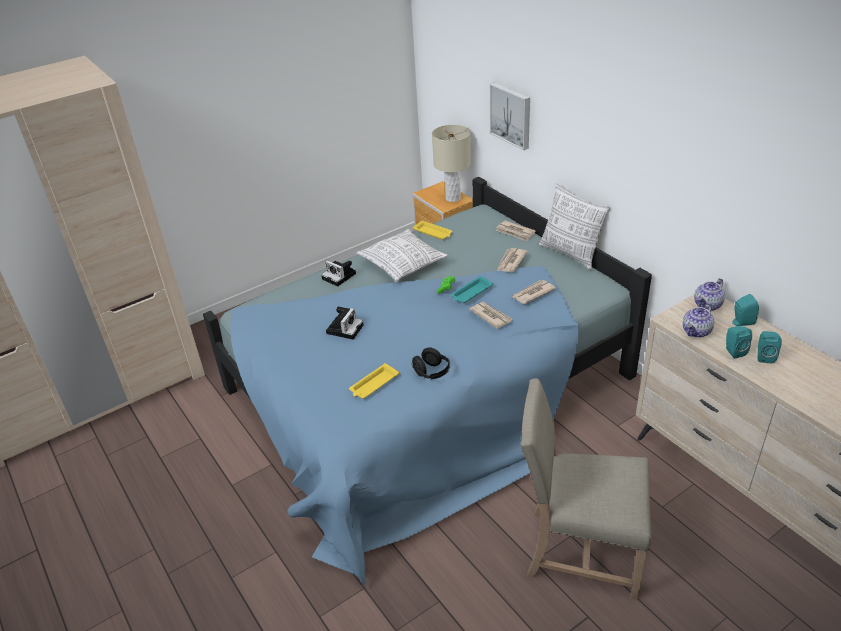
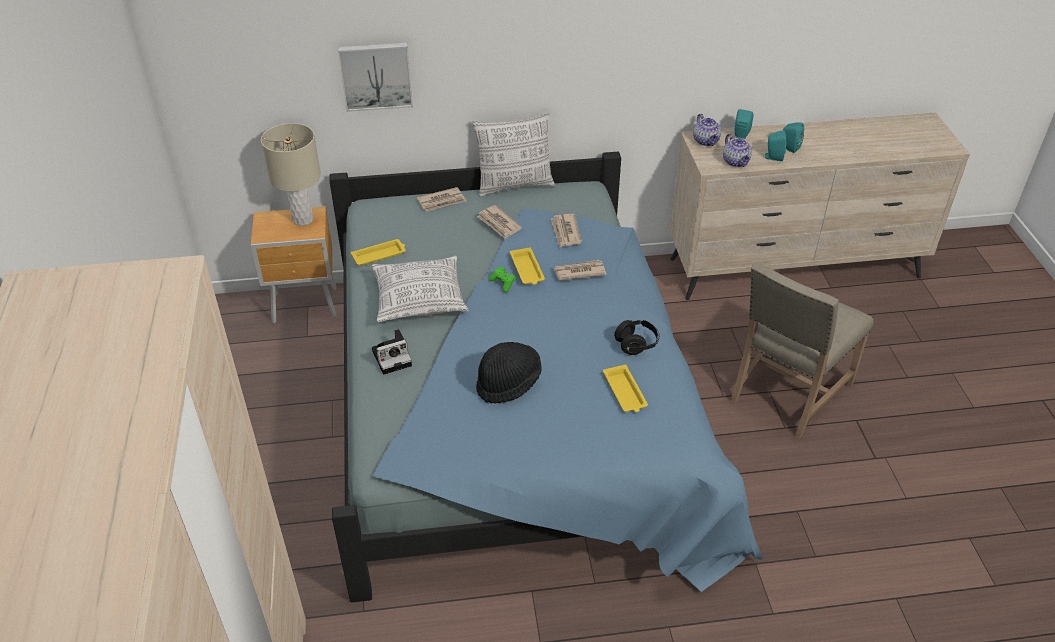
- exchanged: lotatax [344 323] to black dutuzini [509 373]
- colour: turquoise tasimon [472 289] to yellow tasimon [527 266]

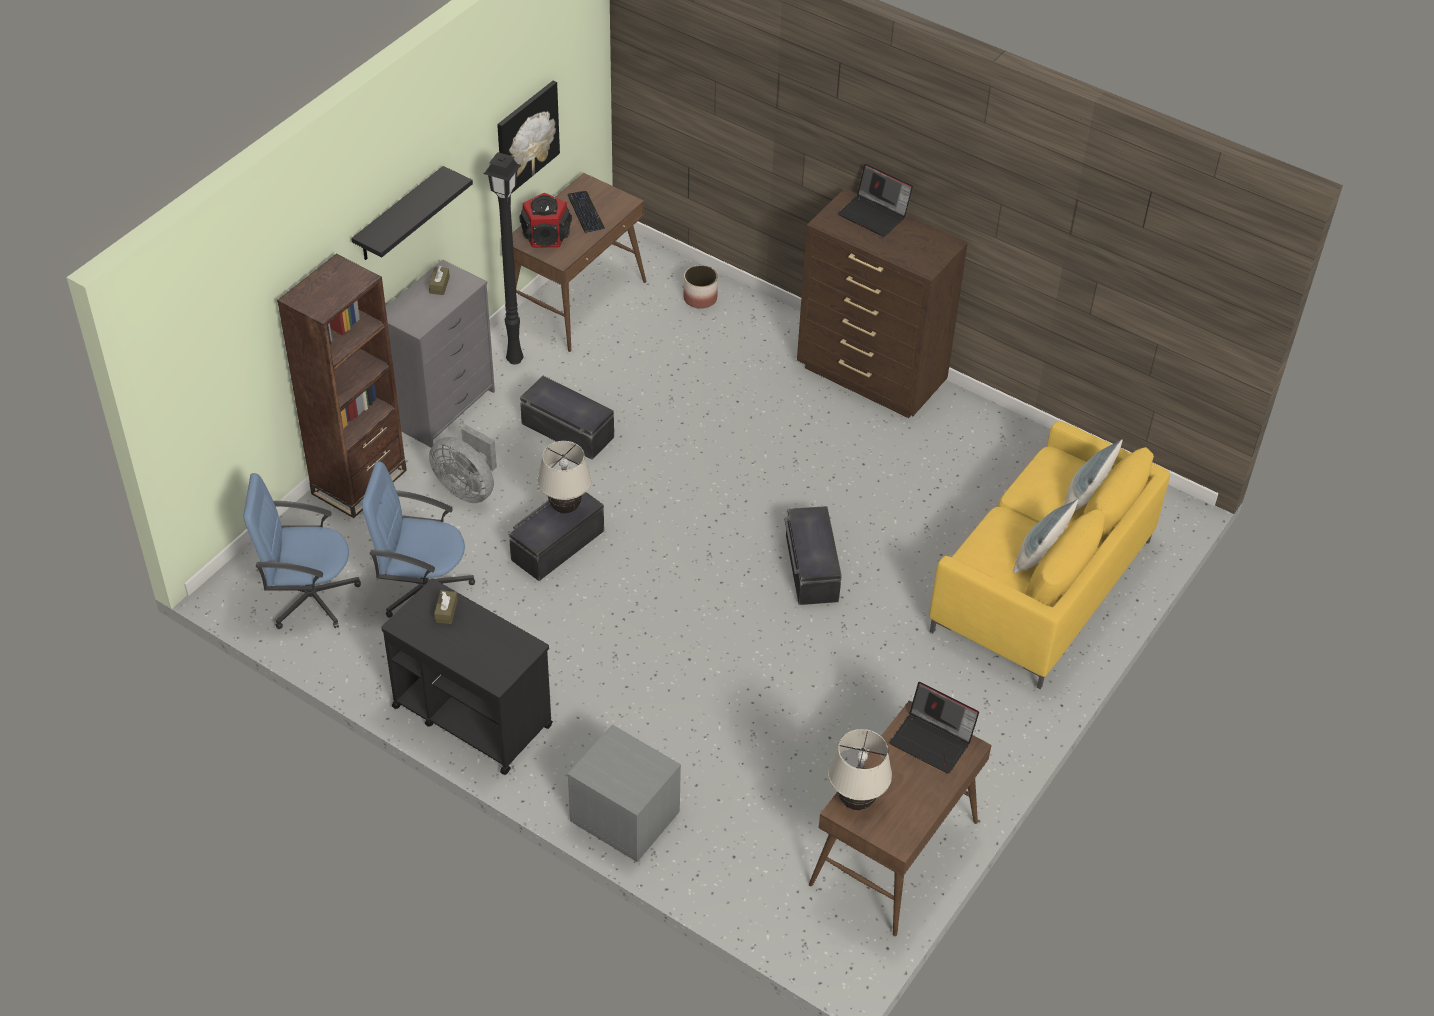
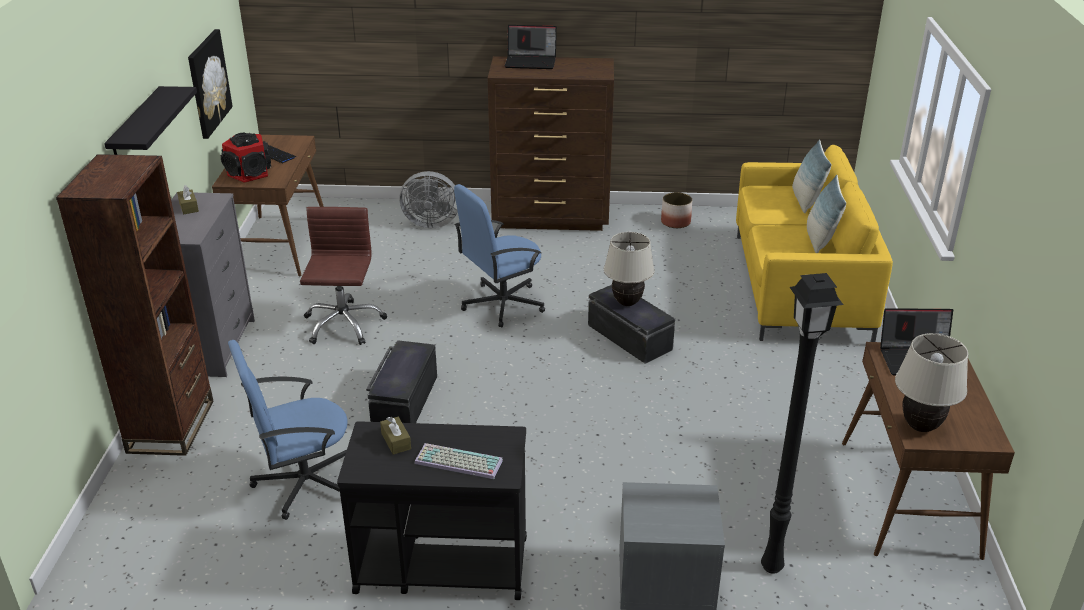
- exchanged: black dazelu [567 417] to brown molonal [343 276]
- relocated: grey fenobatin [463 464] to [429 199]
- appeared: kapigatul [458 461]
- relocated: blue molonal [302 551] to [499 256]
- relocated: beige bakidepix [564 477] to [629 269]
- relocated: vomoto [701 287] to [676 210]
- relocated: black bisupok [503 258] to [802 423]

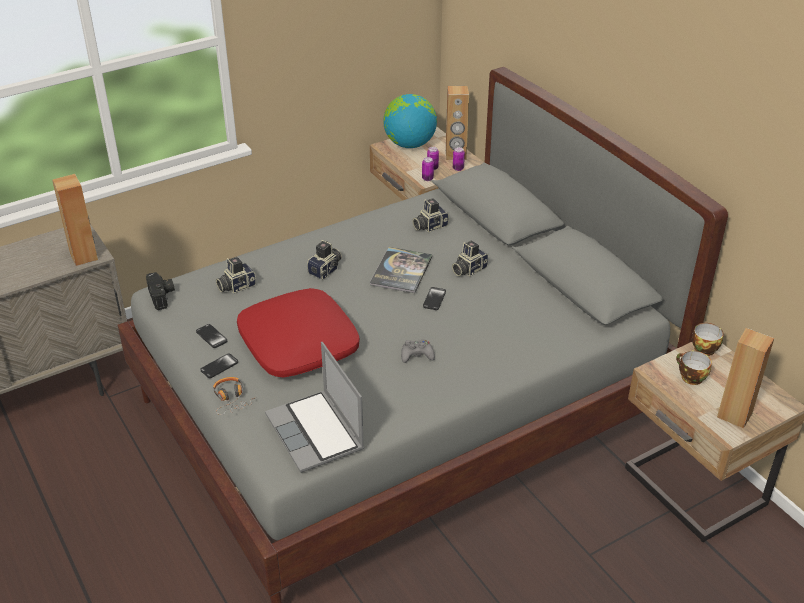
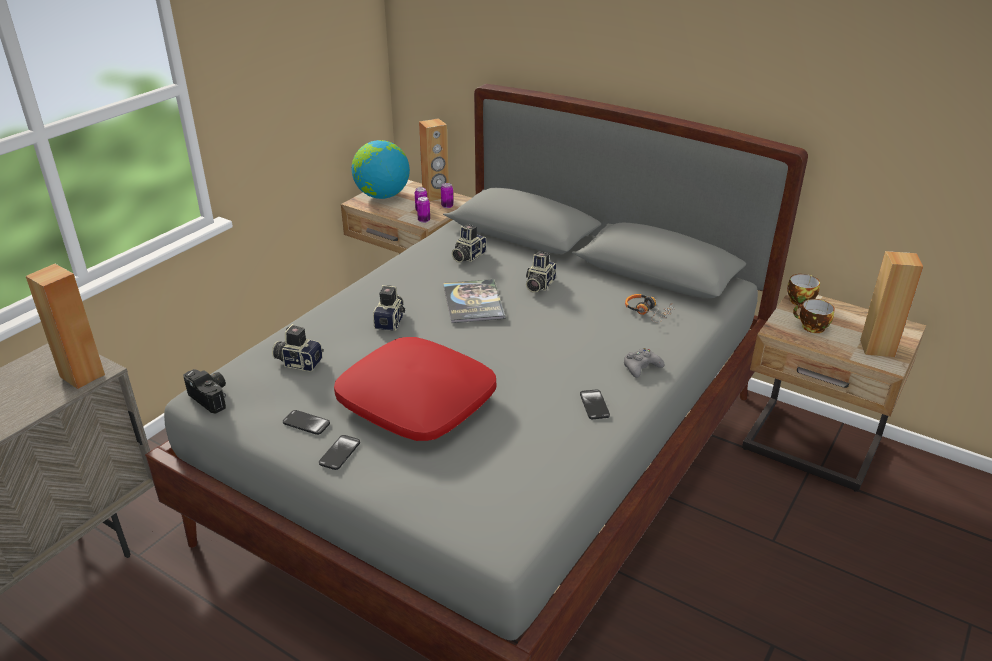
- spun: lotatax [236 275] = [298 348] 75 degrees clockwise
- relocated: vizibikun [434 298] to [595 404]
- relocated: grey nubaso [418 351] to [644 363]
- relocated: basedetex [234 396] to [650 308]
- missing: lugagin [314 407]

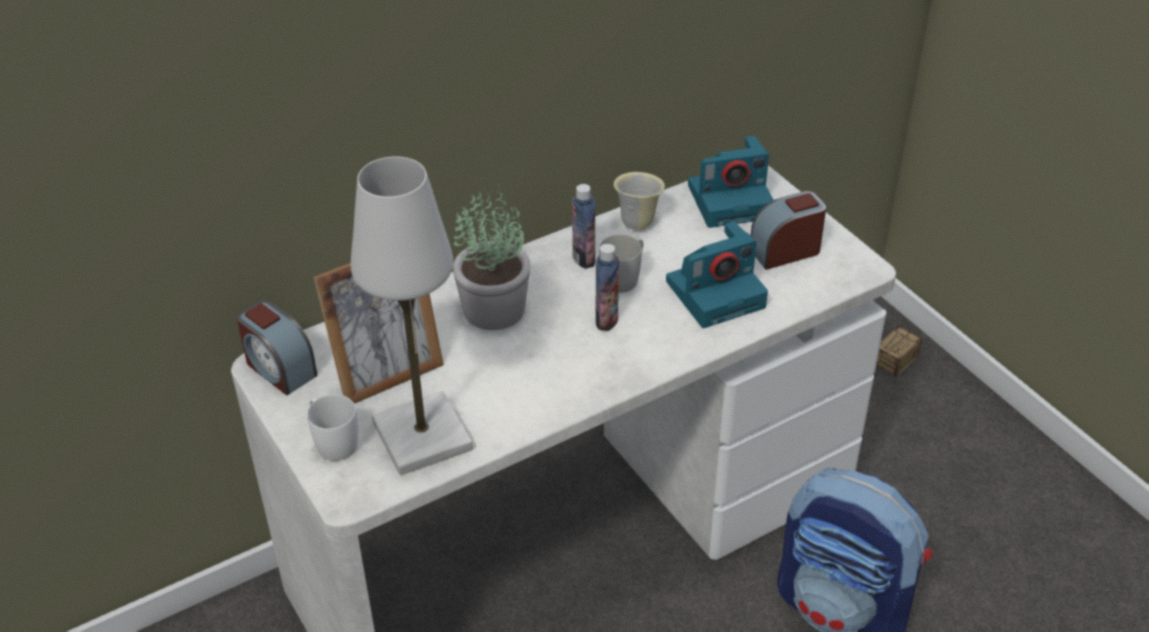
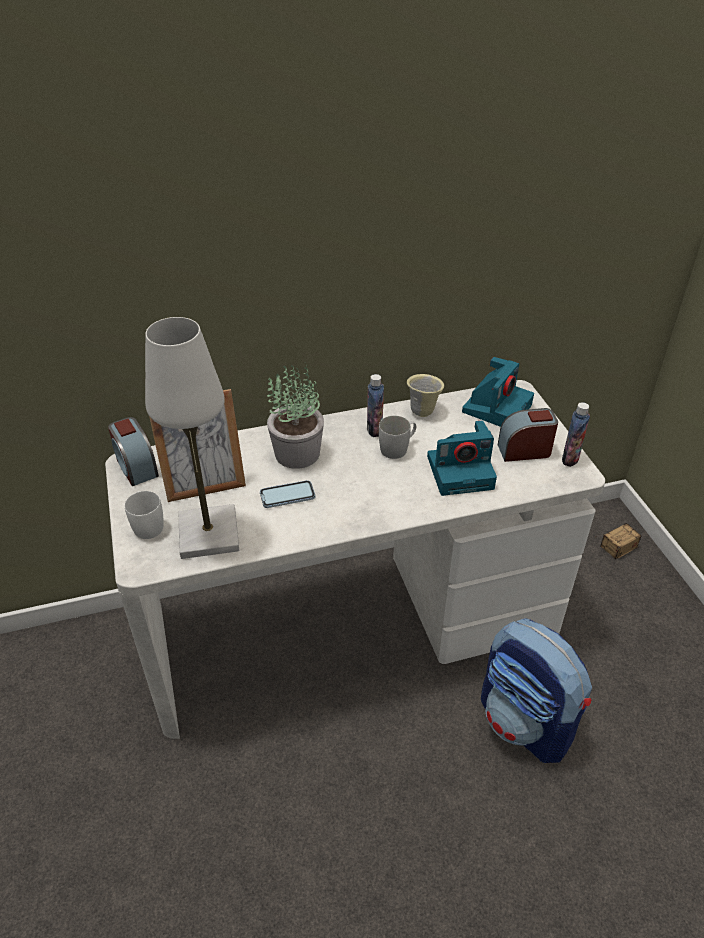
- appeared: vizibikun [287 494]
- spun: lotatax [731 182] = [498 392] 60 degrees counterclockwise
- relocated: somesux [607 287] to [576 434]

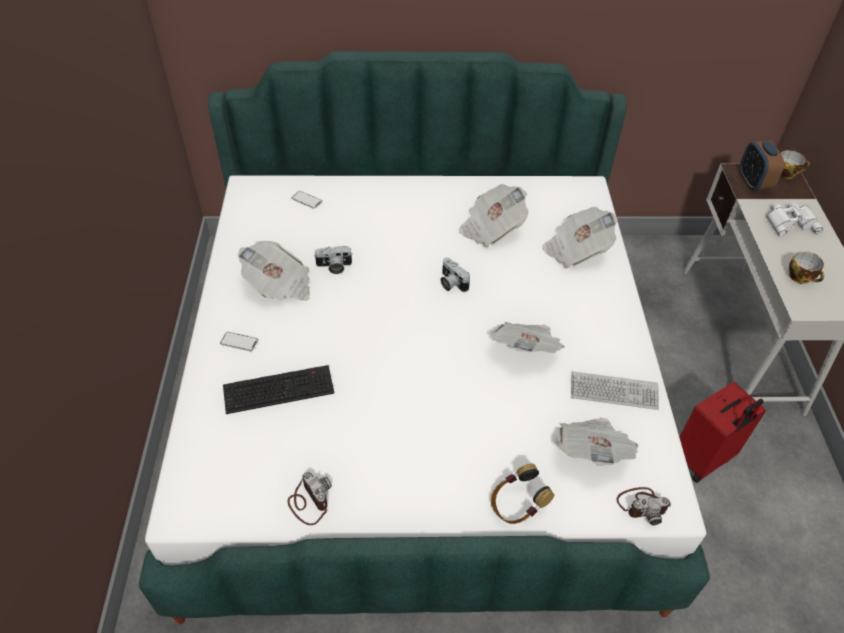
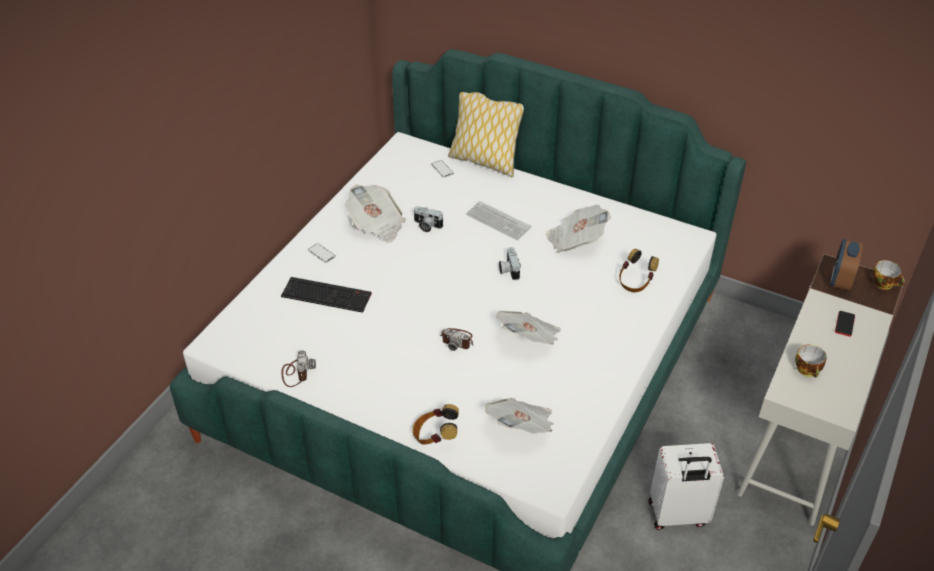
- relocated: lotatax [644 506] to [456 339]
- appeared: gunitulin [486 134]
- relocated: kapigatul [615 390] to [498 220]
- exchanged: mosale [580 237] to basedetex [639 270]
- colour: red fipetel [722 432] to white fipetel [686 486]
- exchanged: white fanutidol [794 219] to vizibikun [845 324]

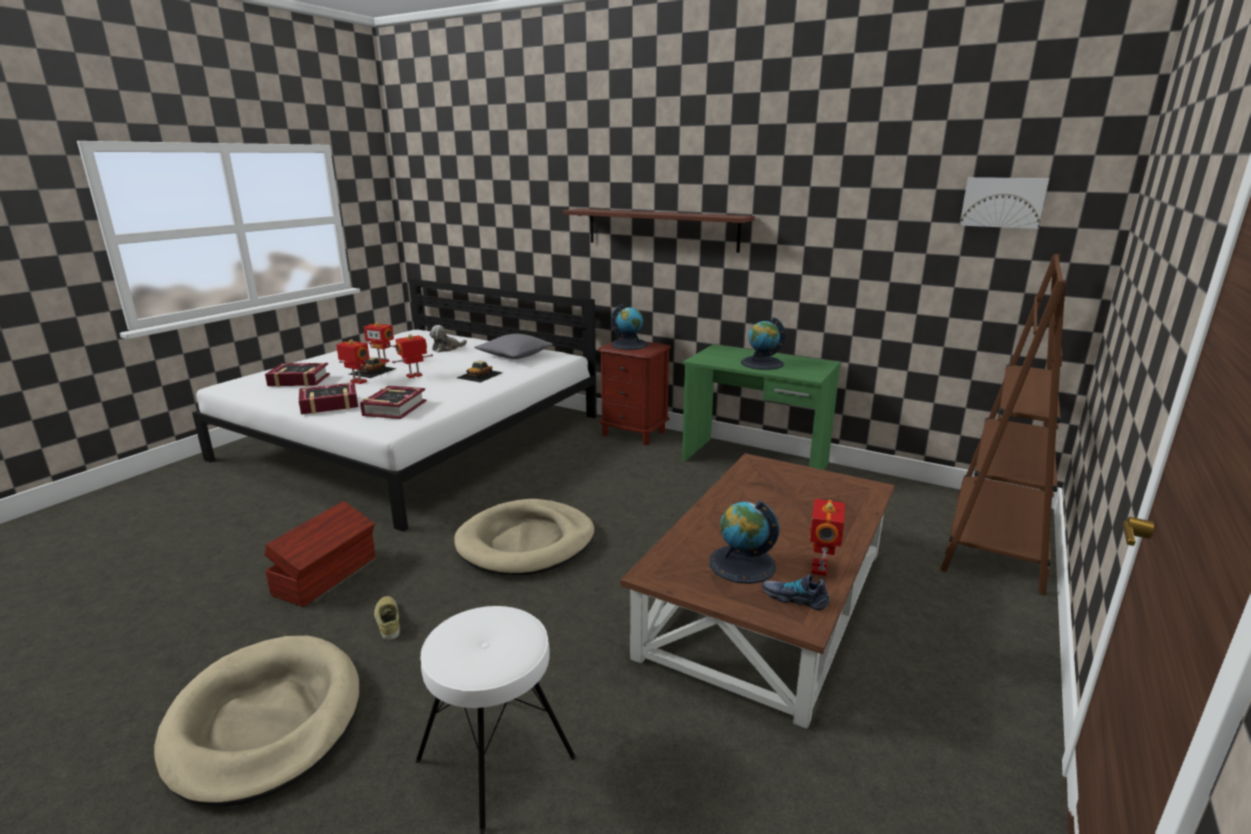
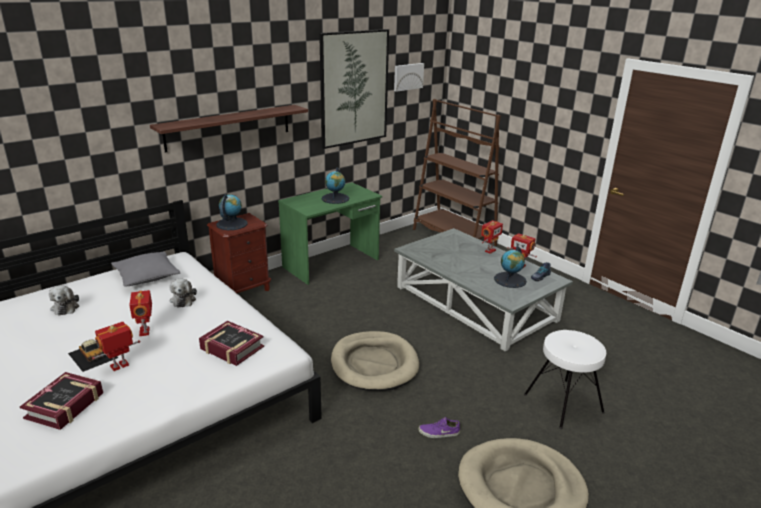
- exchanged: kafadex [480 372] to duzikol [183 293]
- appeared: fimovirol [354 89]
- colour: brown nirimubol [757 591] to grey nirimubol [483 290]
- colour: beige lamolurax [387 618] to purple lamolurax [439 427]
- relocated: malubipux [380 342] to [492 237]
- missing: brown dazelu [320 554]
- missing: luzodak [328 398]

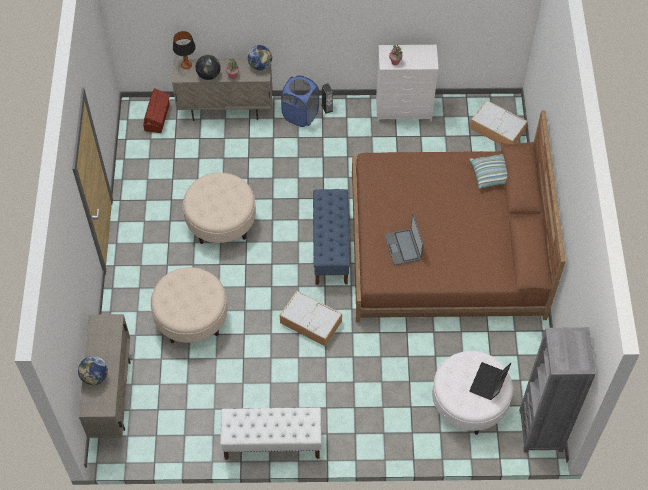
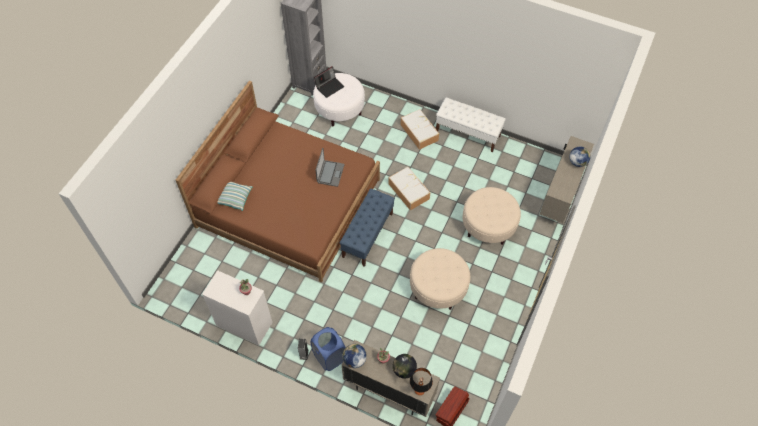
- relocated: dazelu [499 122] to [419 129]

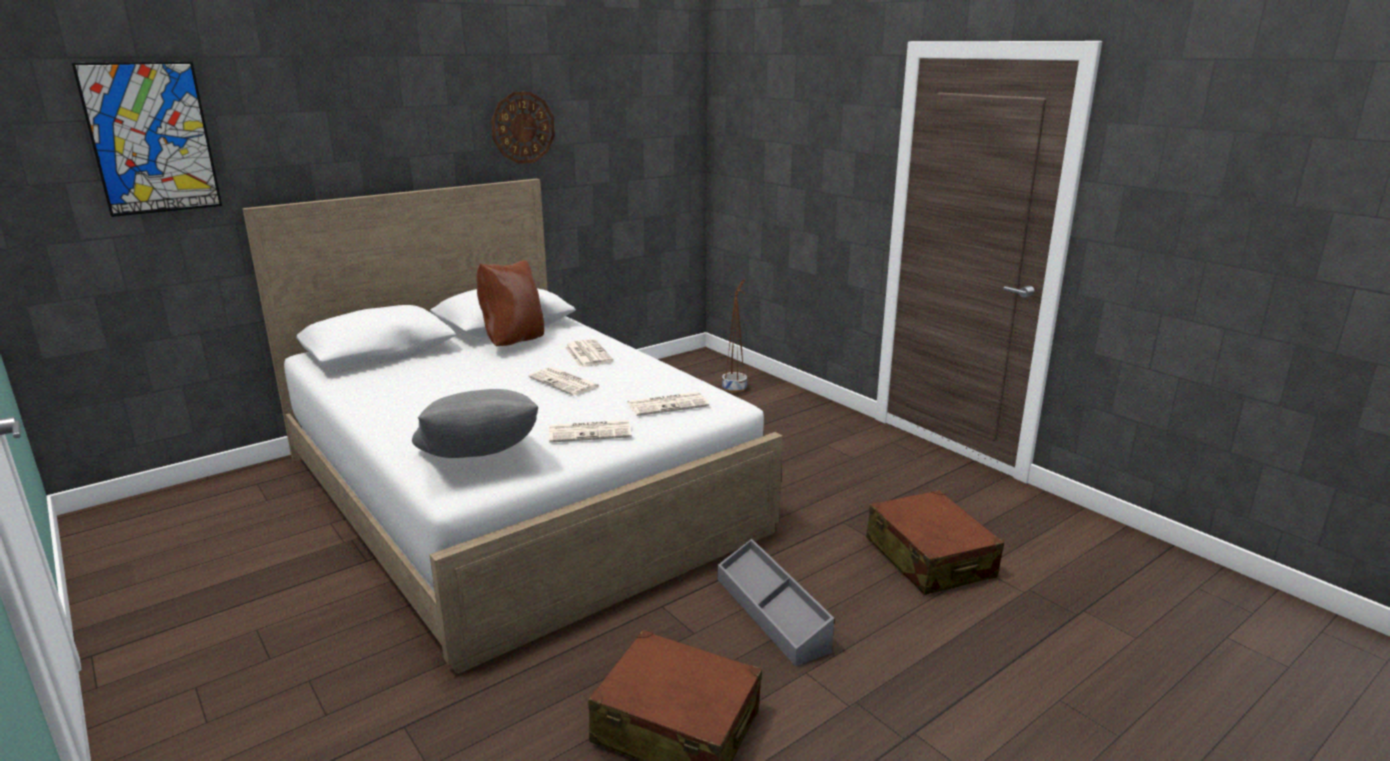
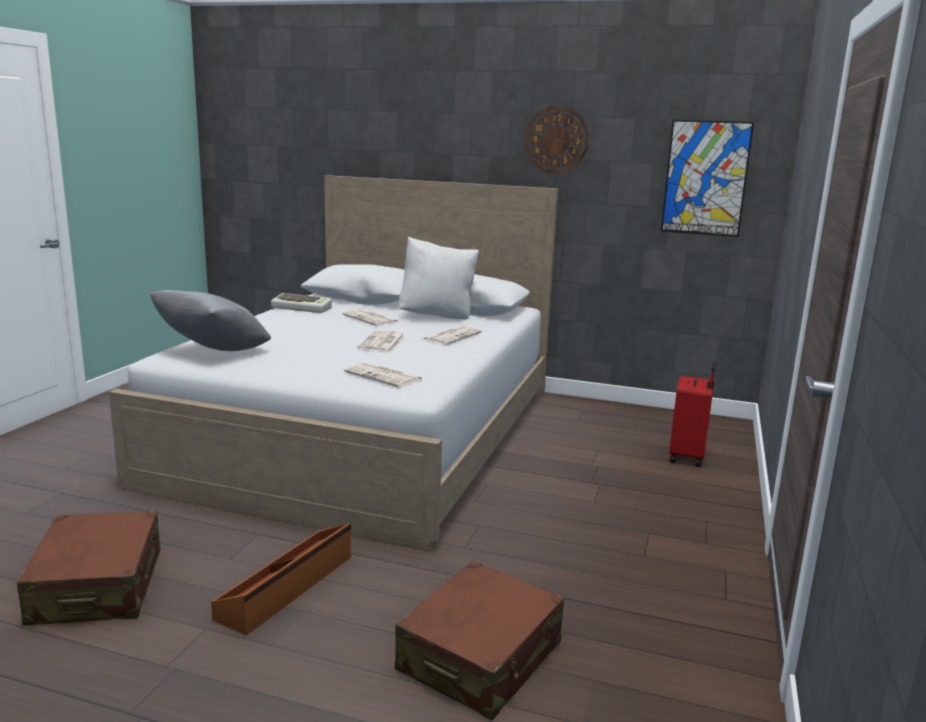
- colour: grey dazelu [776 602] to brown dazelu [281 579]
- appeared: kapigatul [301 303]
- relocated: mosale [590 431] to [370 317]
- colour: brown gunitulin [510 303] to white gunitulin [439 277]
- relocated: fimovirol [147 139] to [707 178]
- exchanged: brown vomoto [734 336] to red fipetel [692 414]

